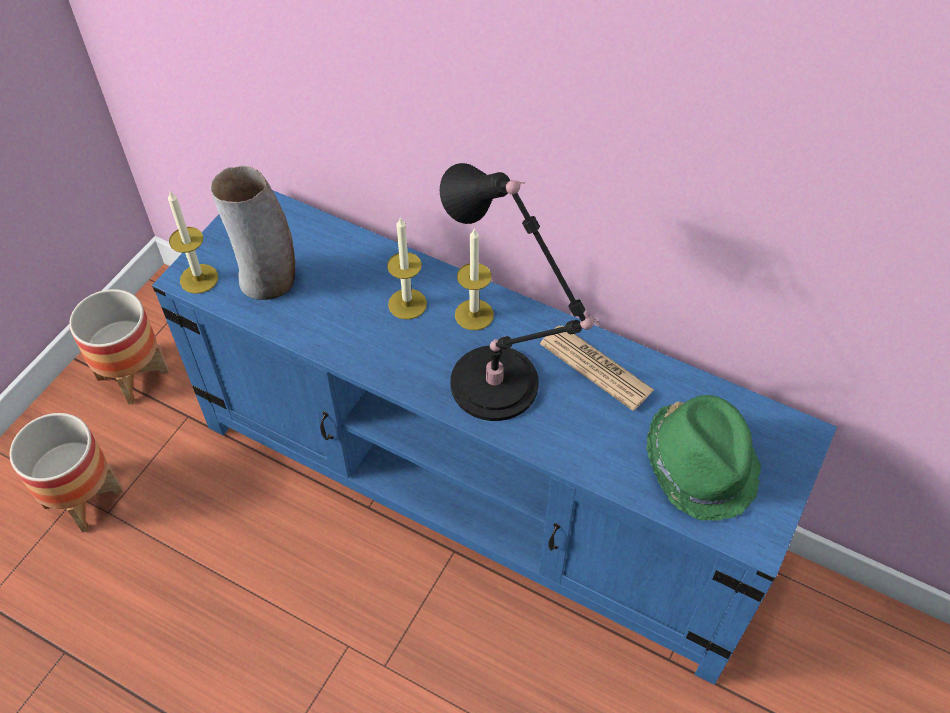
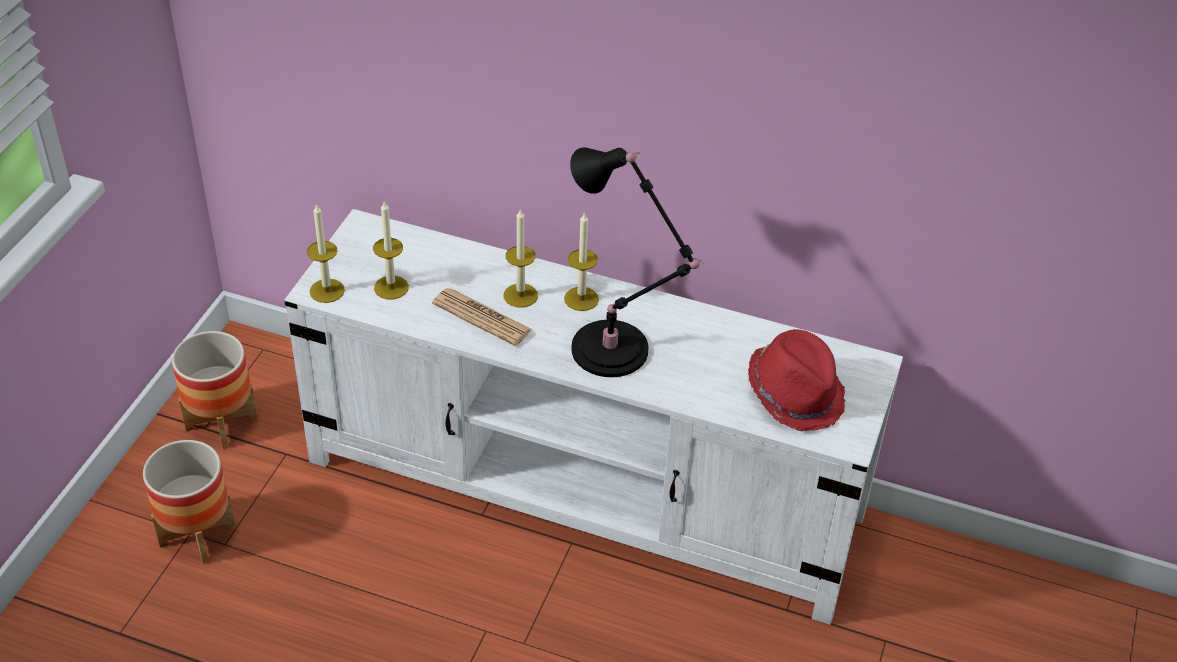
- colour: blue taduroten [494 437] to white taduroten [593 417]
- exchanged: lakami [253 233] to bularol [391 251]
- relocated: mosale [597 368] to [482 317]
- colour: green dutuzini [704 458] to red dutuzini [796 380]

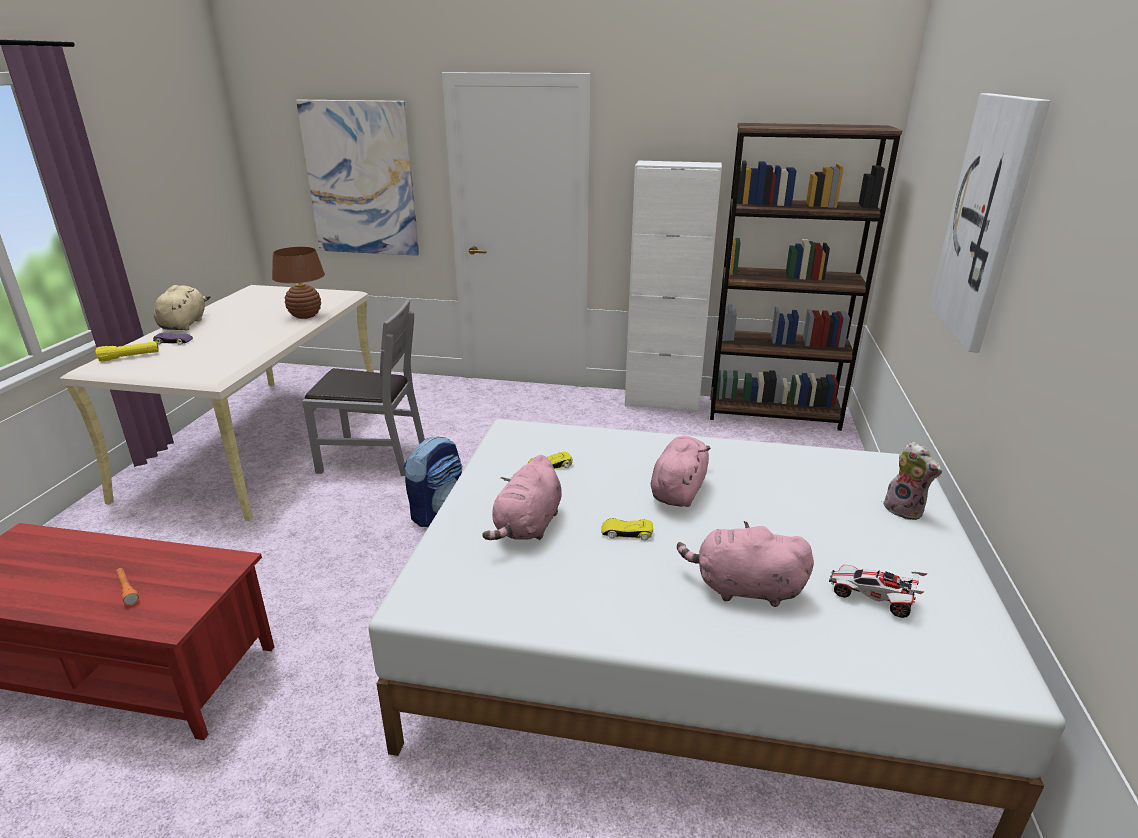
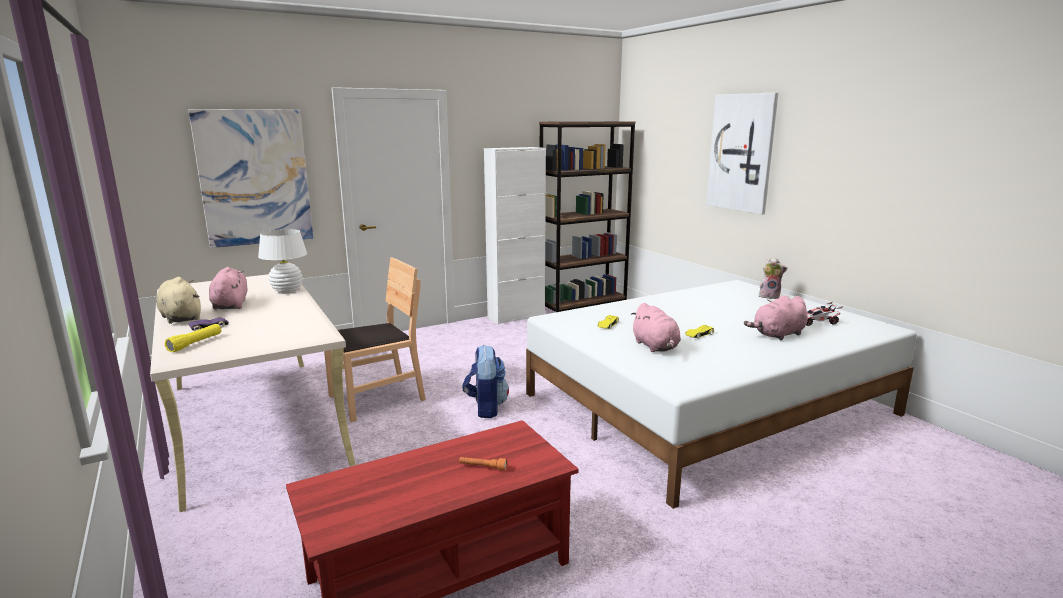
- relocated: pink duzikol [680 471] to [228 288]
- colour: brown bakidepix [298 283] to white bakidepix [282 261]
- colour: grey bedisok [363 387] to brown bedisok [375 340]

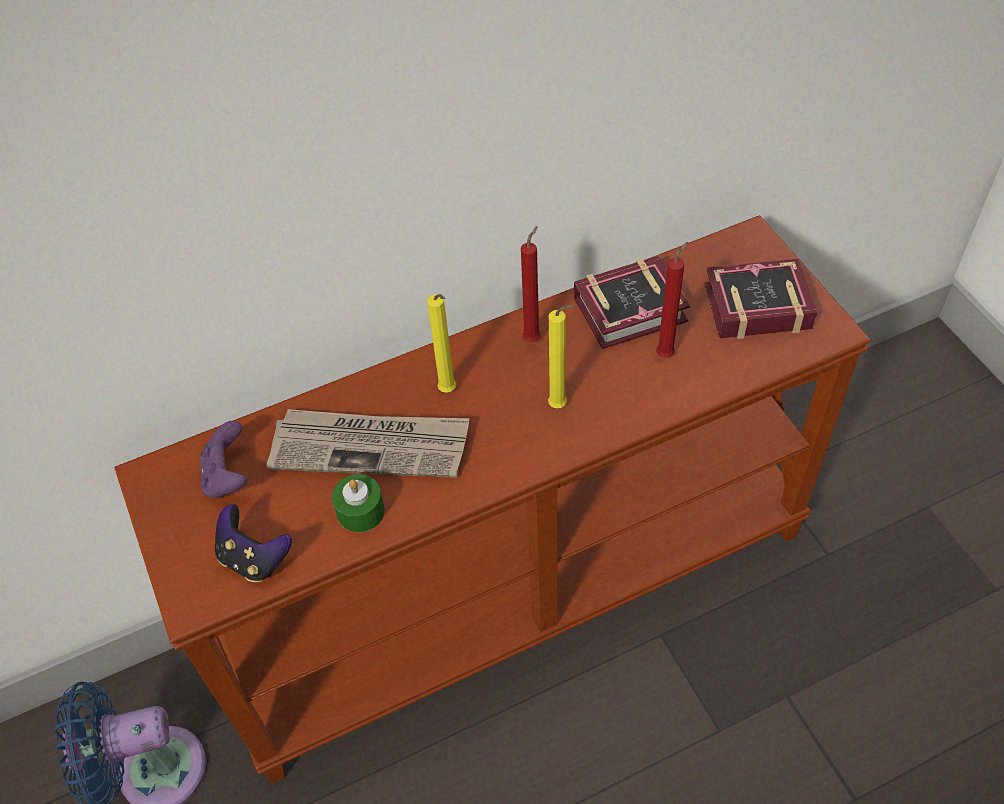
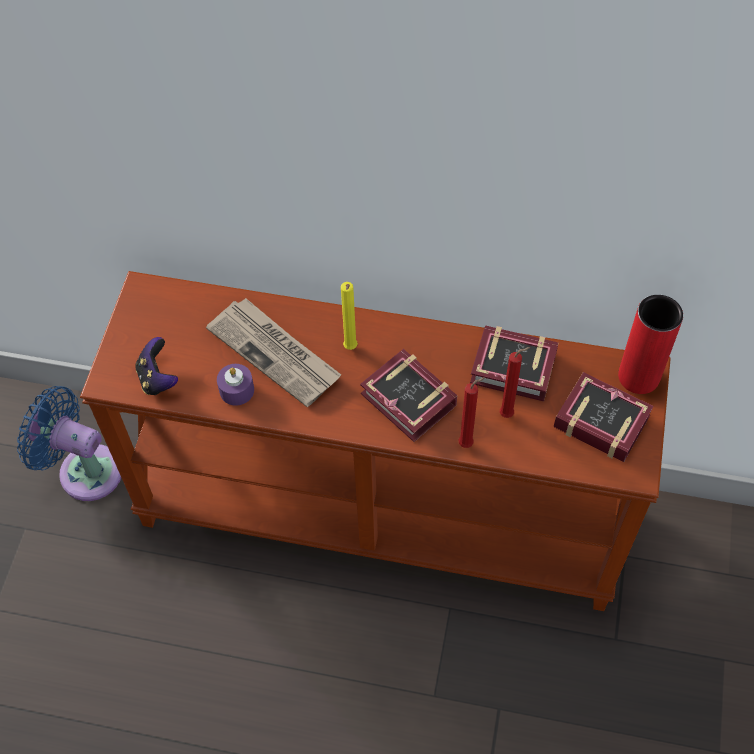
- colour: green bularol [358 503] to purple bularol [235 385]
- exchanged: yellow bularol [561 356] to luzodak [408 395]
- relocated: red bularol [531 284] to [472 412]
- appeared: red lakami [650 344]
- missing: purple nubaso [223 459]

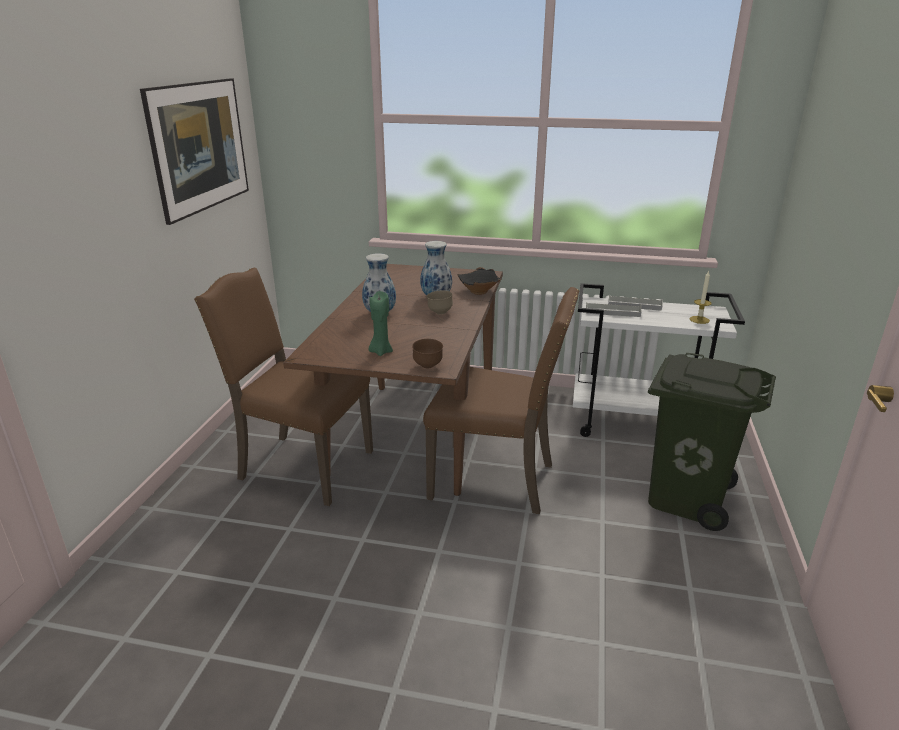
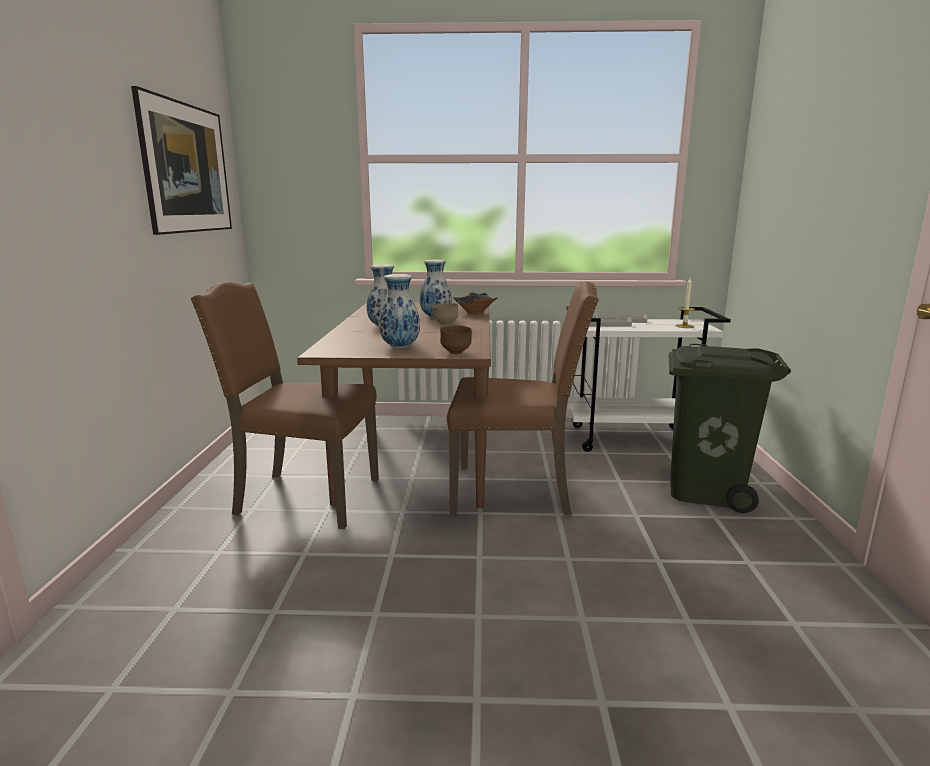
- exchanged: green bularol [381 323] to lakami [399 311]

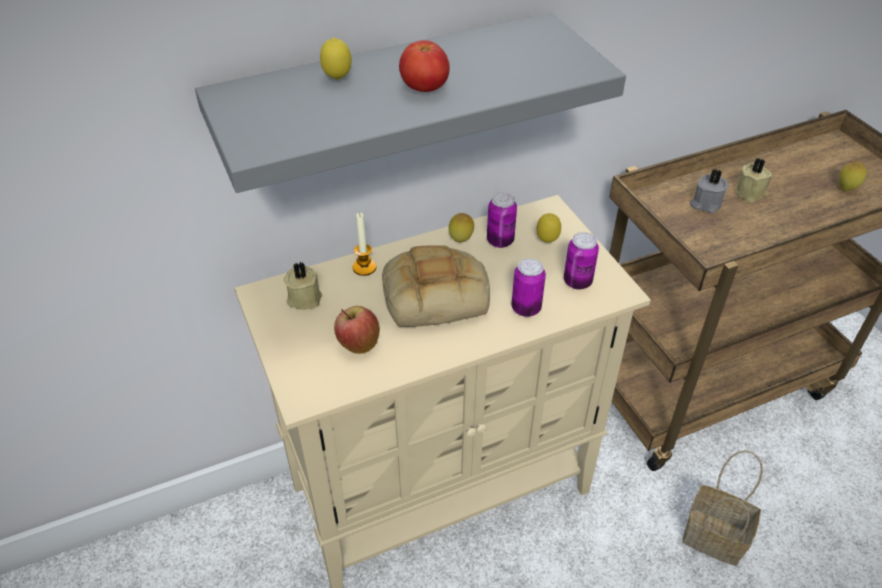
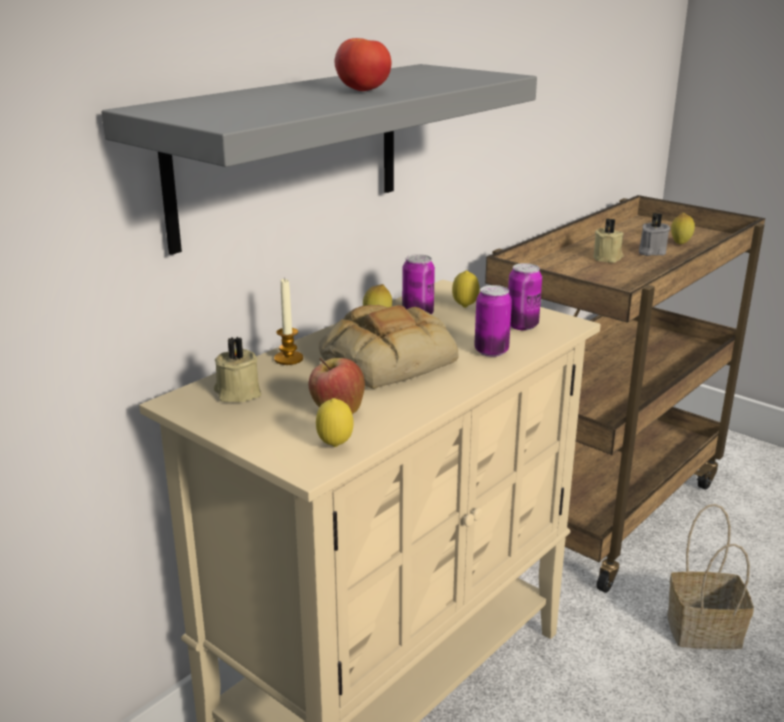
- relocated: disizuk [336 59] to [335 422]
- relocated: grey bularol [709 191] to [655 234]

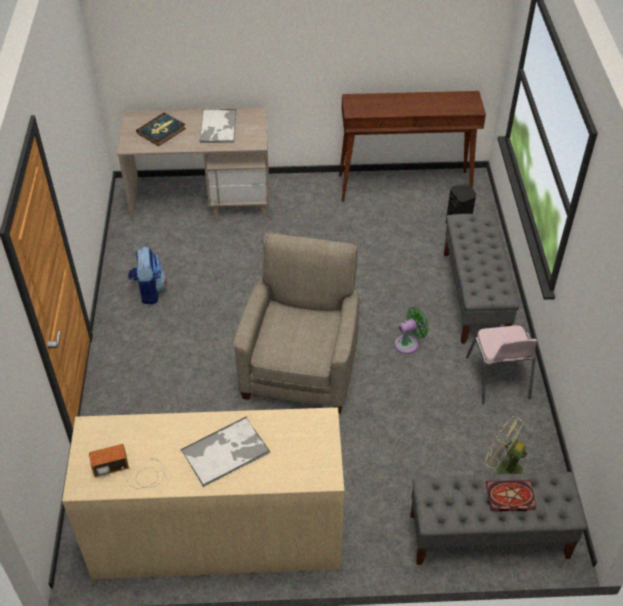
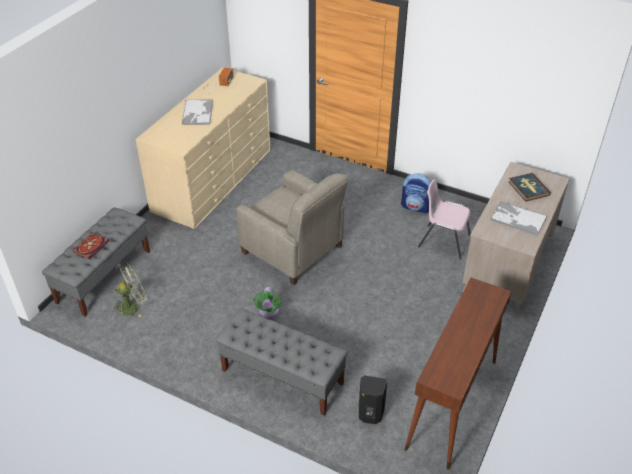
- relocated: pink bedisok [501 364] to [444 219]

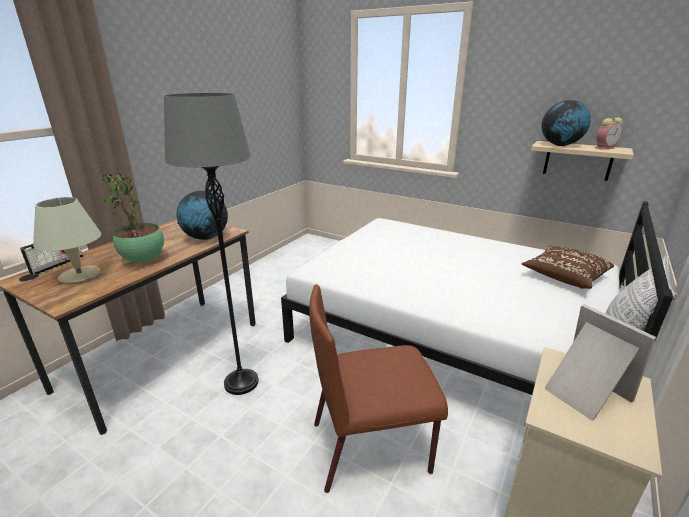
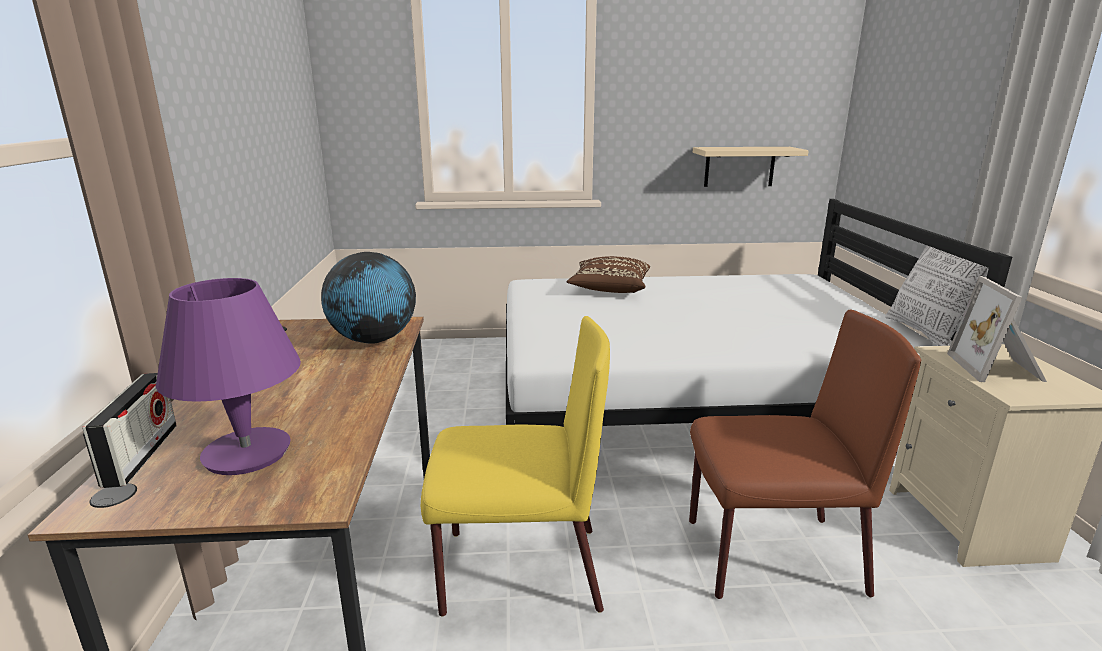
- colour: beige bakidepix [67 241] to purple bakidepix [228 376]
- exchanged: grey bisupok [211 244] to yellow bedisok [515 466]
- relocated: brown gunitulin [568 267] to [608 274]
- spun: brown bedisok [378 388] = [805 454] 135 degrees counterclockwise
- spun: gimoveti [600 362] = [997 329] 105 degrees counterclockwise
- missing: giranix [133 218]
- missing: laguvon [565 123]
- missing: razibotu [609 133]

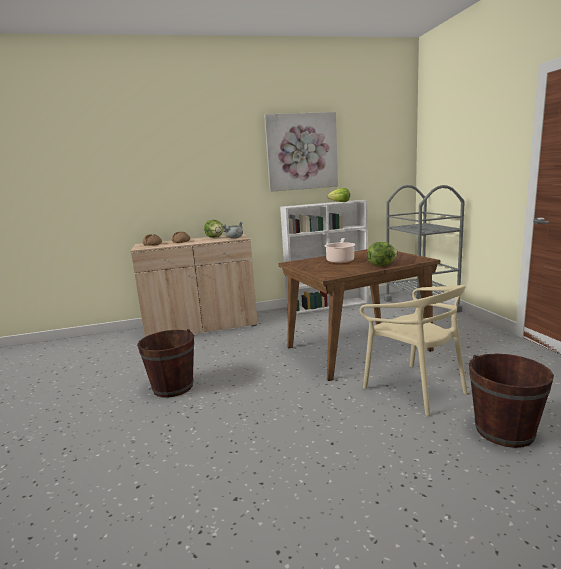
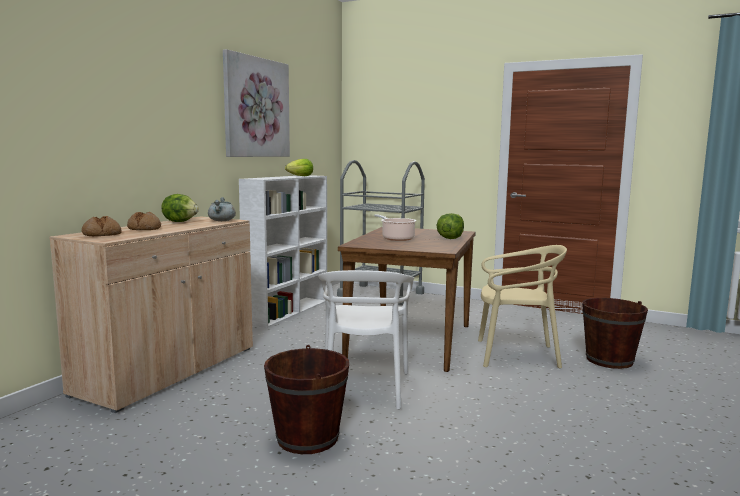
- appeared: white bedisok [366 340]

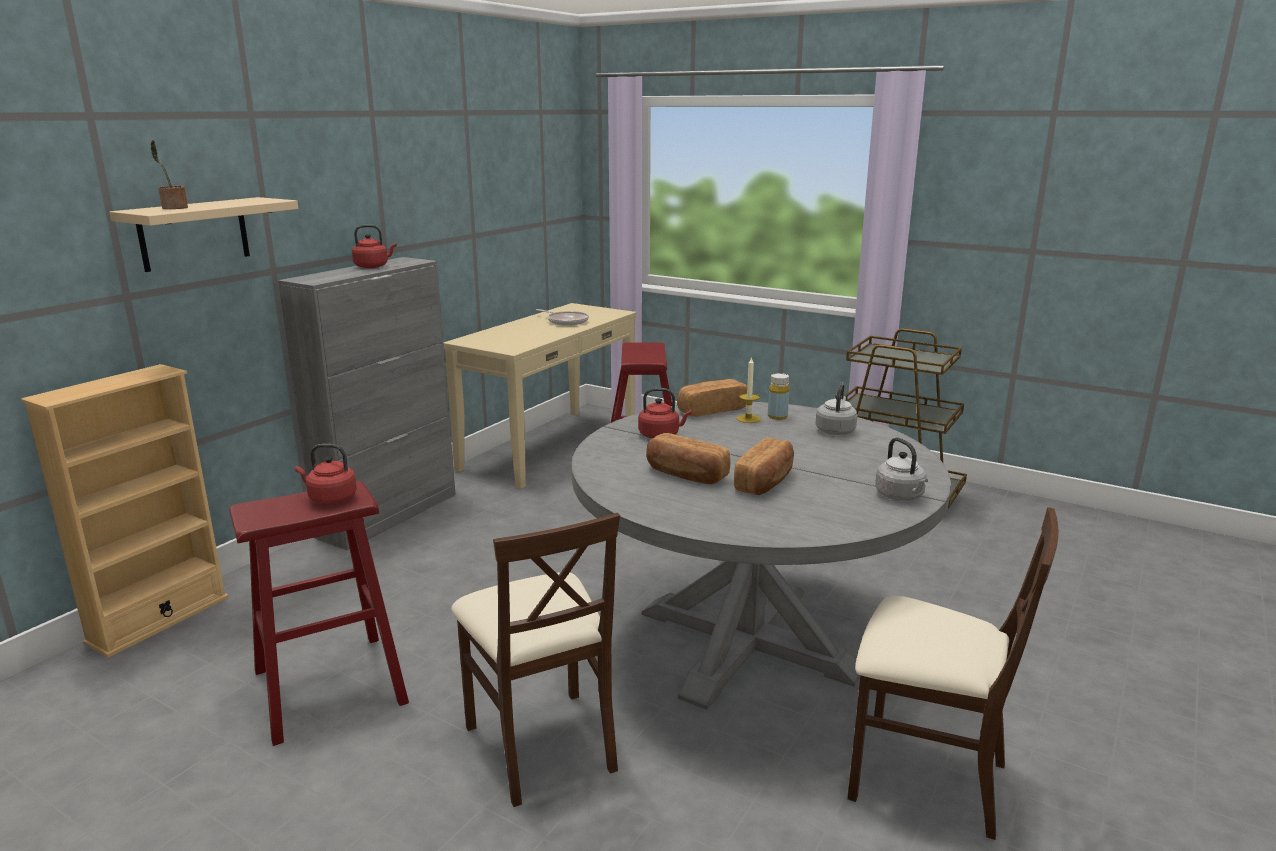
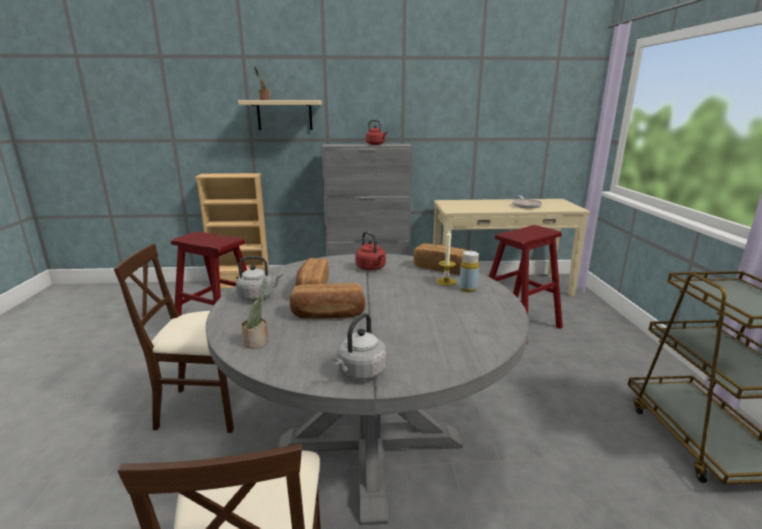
- spun: beige bedisok [535 660] = [174 338] 60 degrees clockwise
- relocated: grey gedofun [836 409] to [259 278]
- appeared: giranix [254 313]
- missing: red gedofun [326 474]

